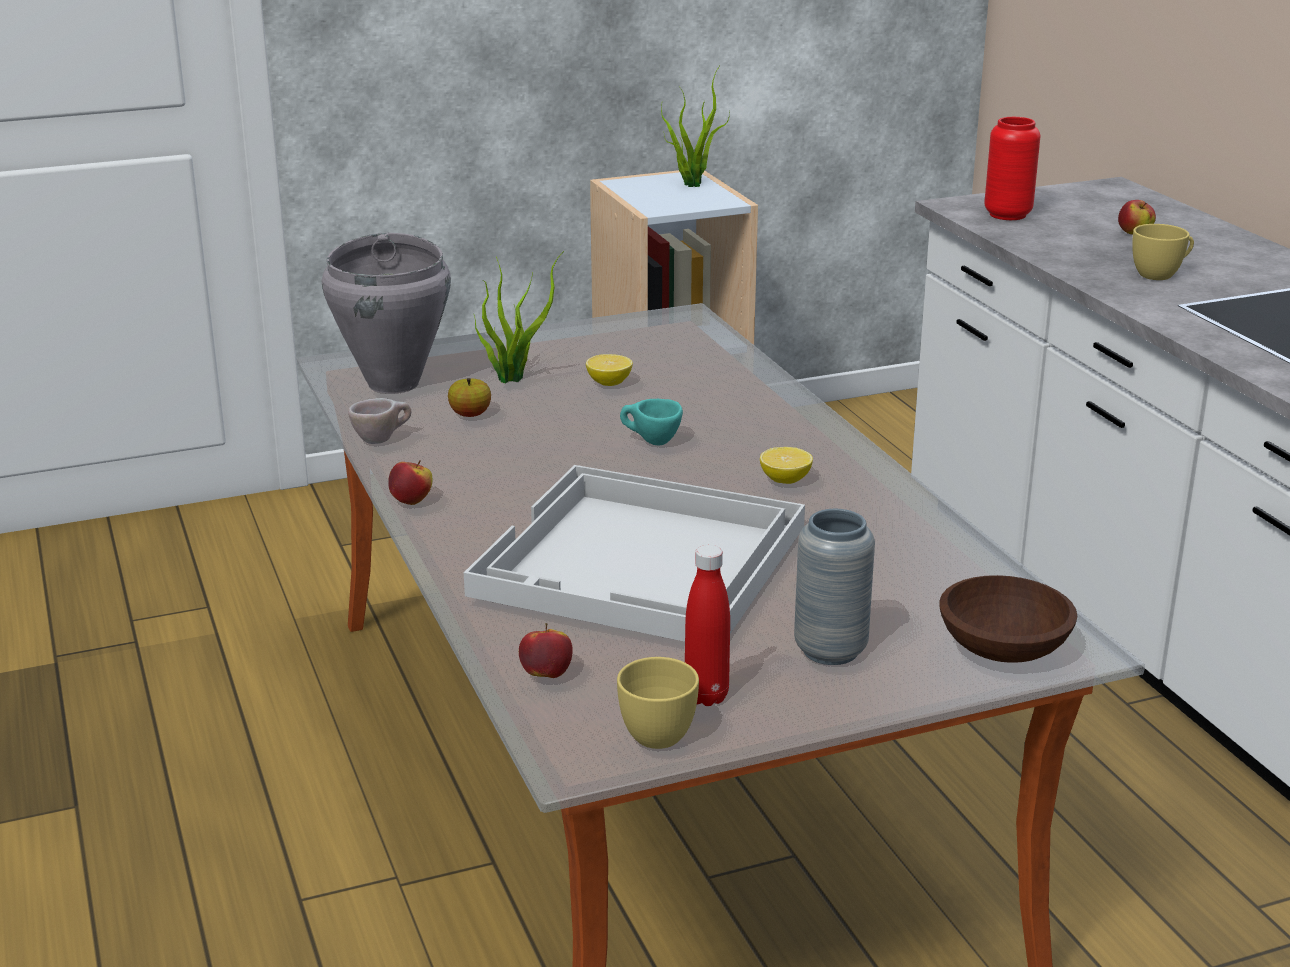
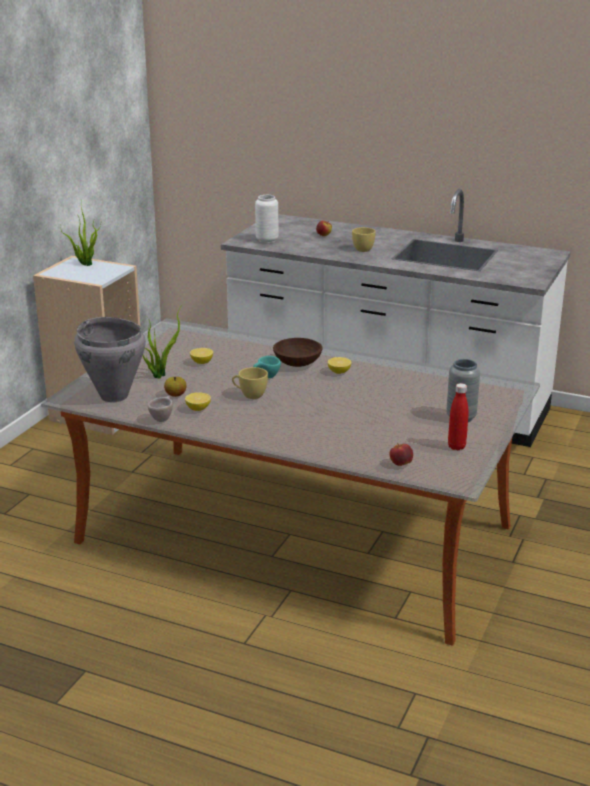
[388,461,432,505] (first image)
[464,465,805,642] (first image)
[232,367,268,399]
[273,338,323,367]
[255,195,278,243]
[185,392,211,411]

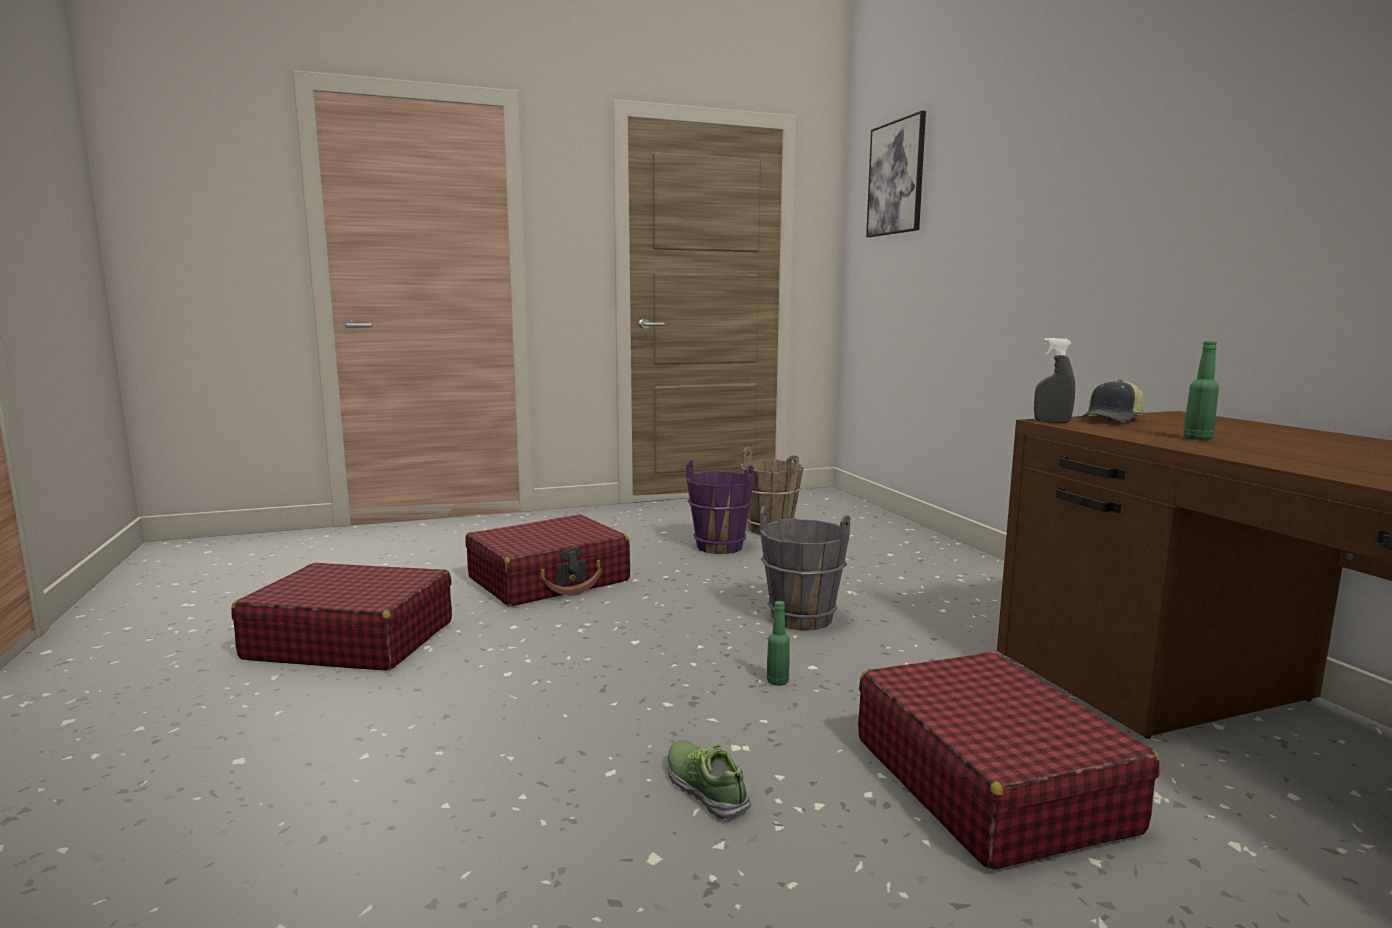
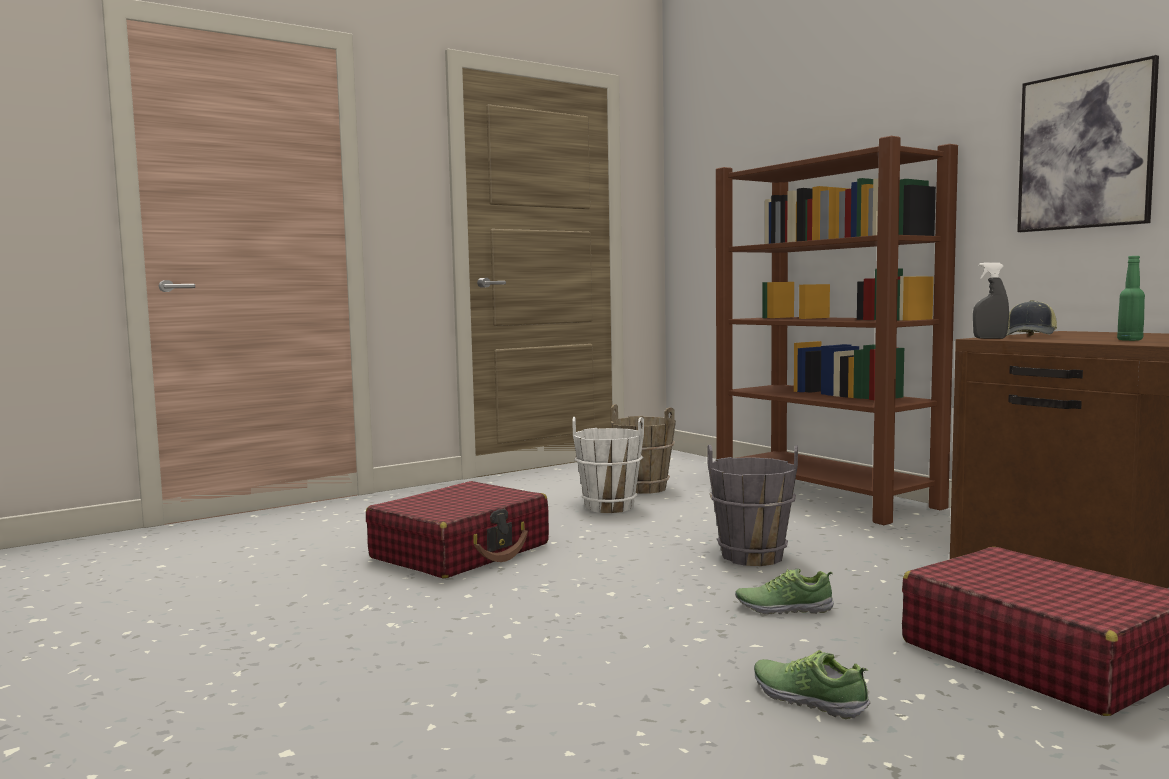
[231,563,452,671] (first image)
[572,417,644,513]
[735,569,834,614]
[1017,55,1159,232]
[716,136,958,525]

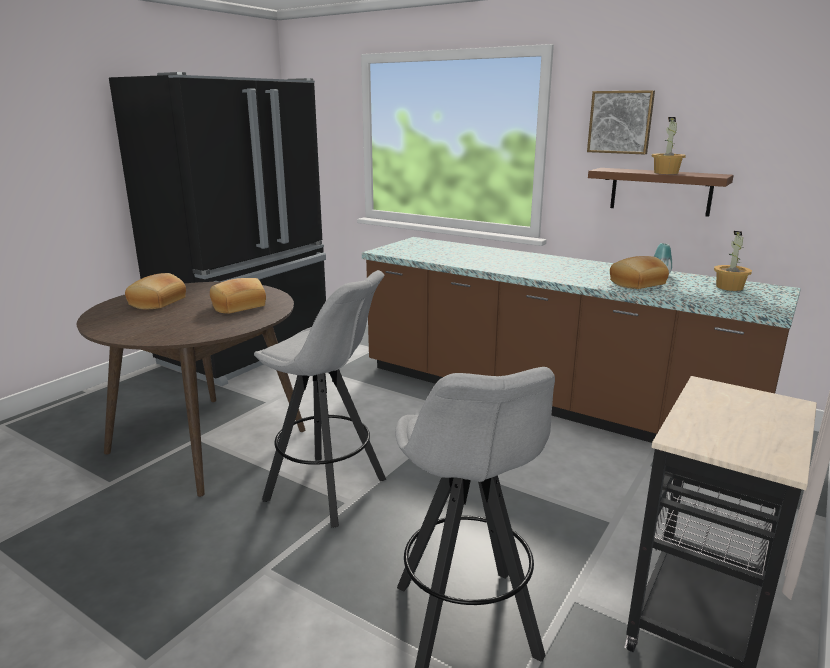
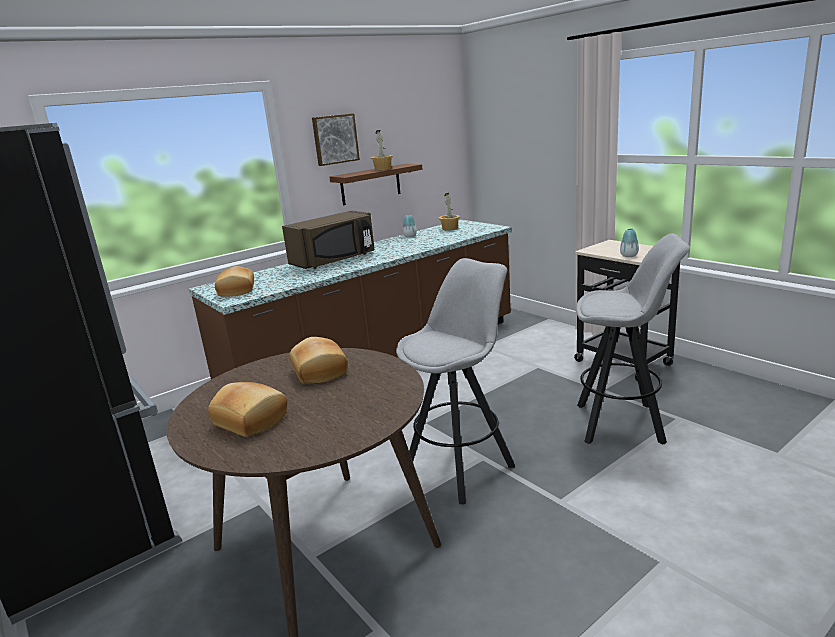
[215,266,254,297]
[282,211,375,269]
[620,228,639,257]

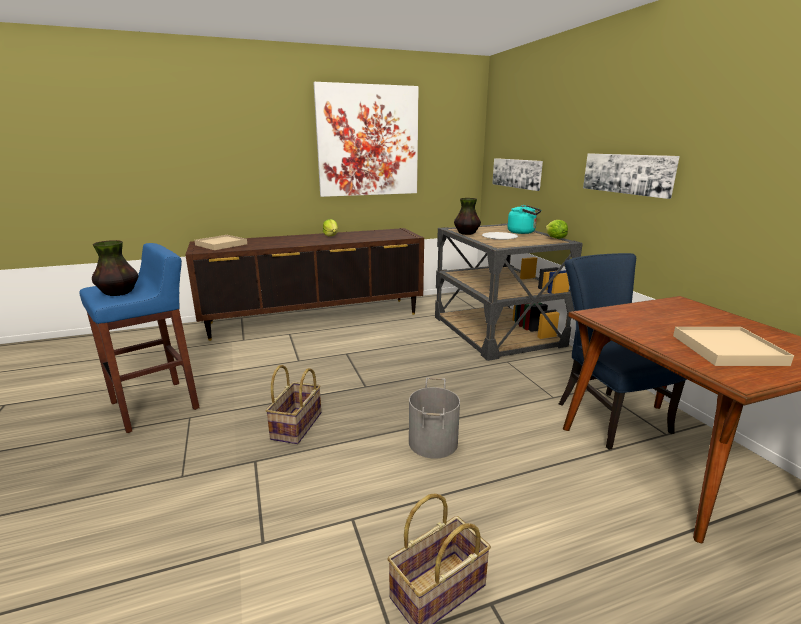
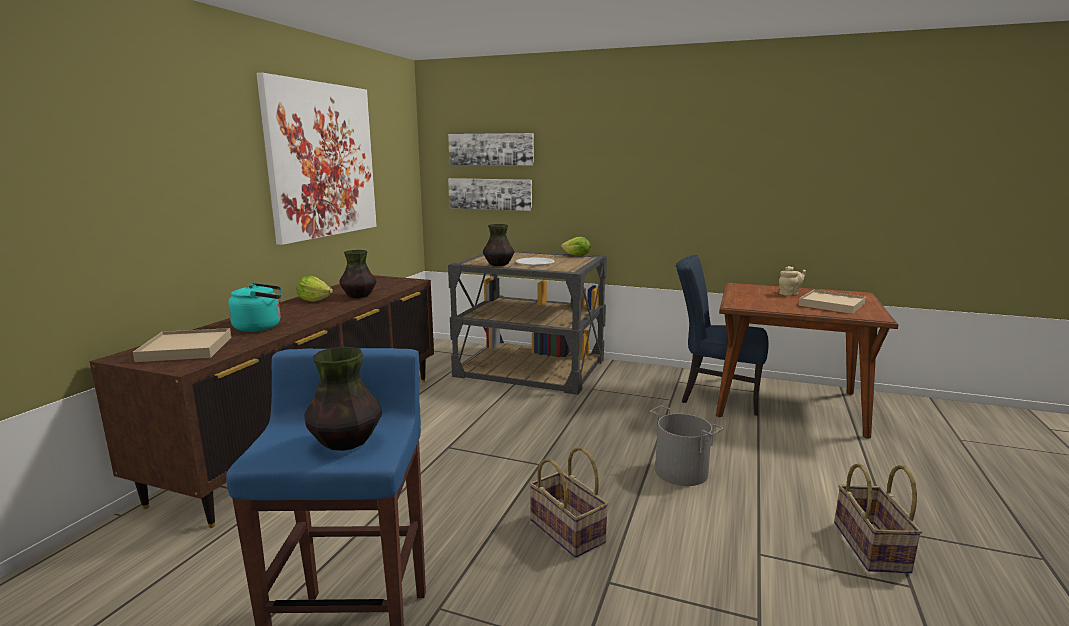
[228,283,281,332]
[448,133,534,165]
[339,250,377,298]
[779,266,806,296]

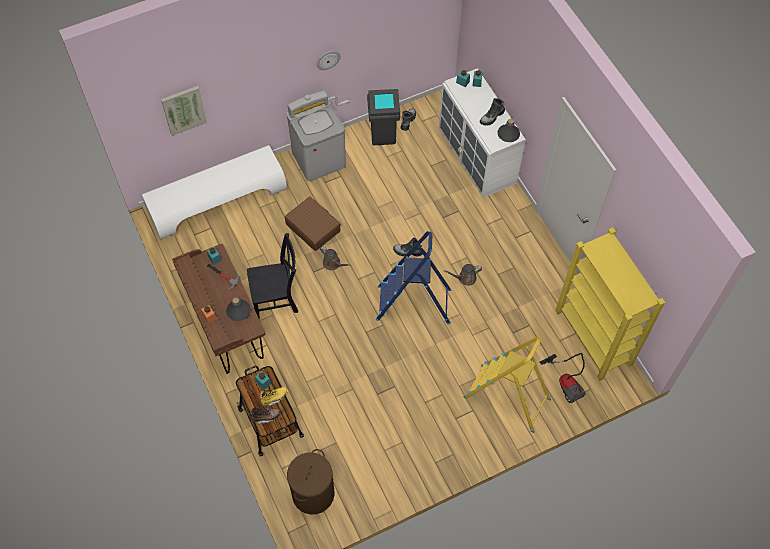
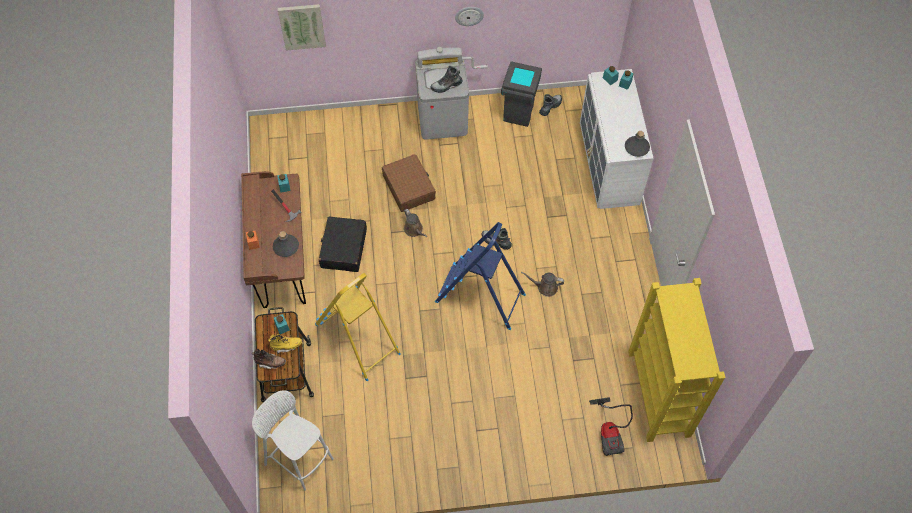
[142,145,287,239] (first image)
[319,216,367,272]
[252,390,334,491]
[315,273,401,381]
[431,66,463,93]

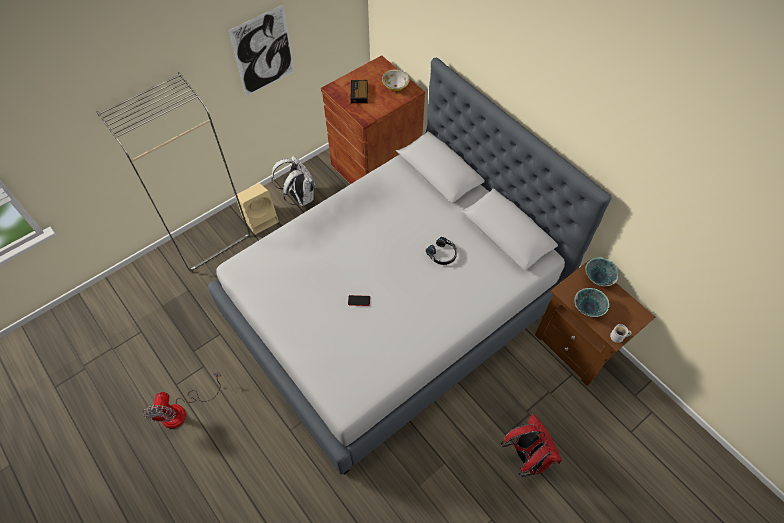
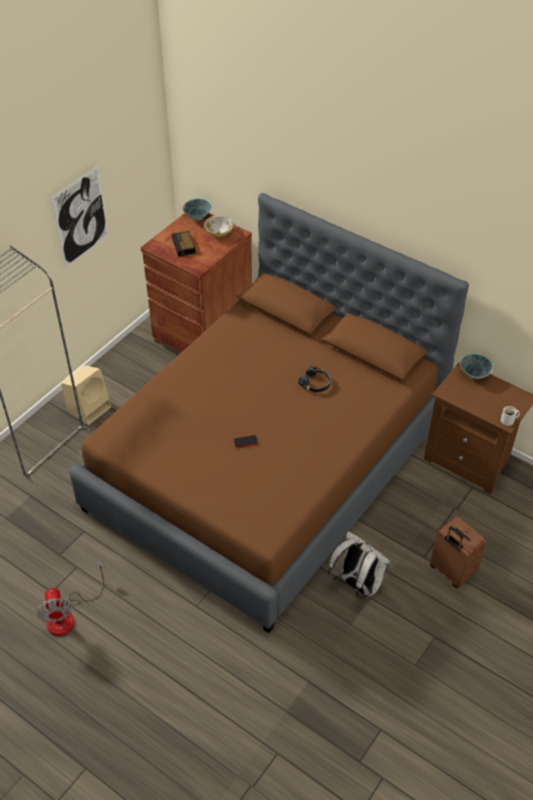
[69,193,469,633]
[328,531,391,599]
[430,516,486,588]
[182,198,212,220]

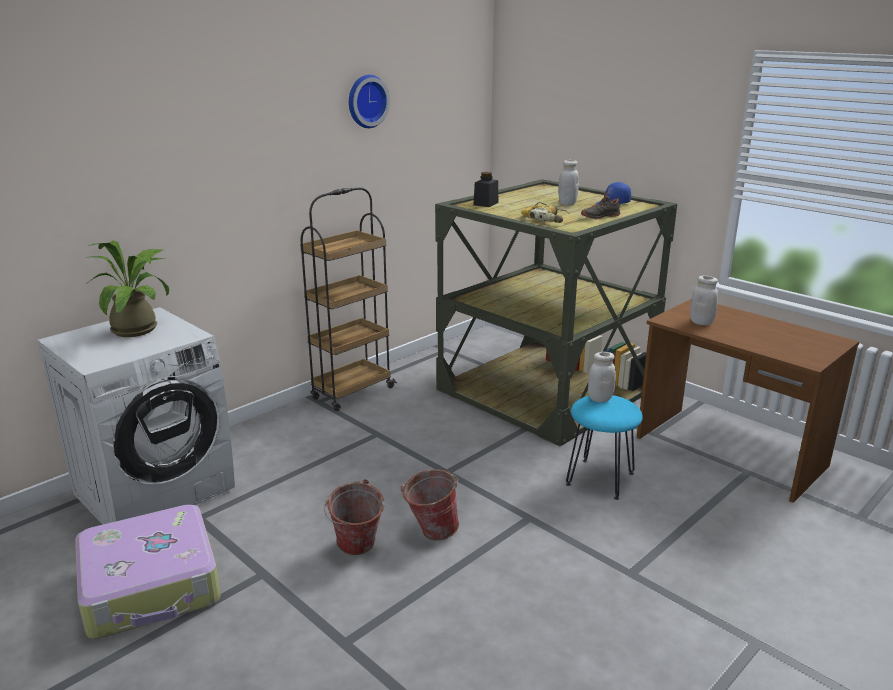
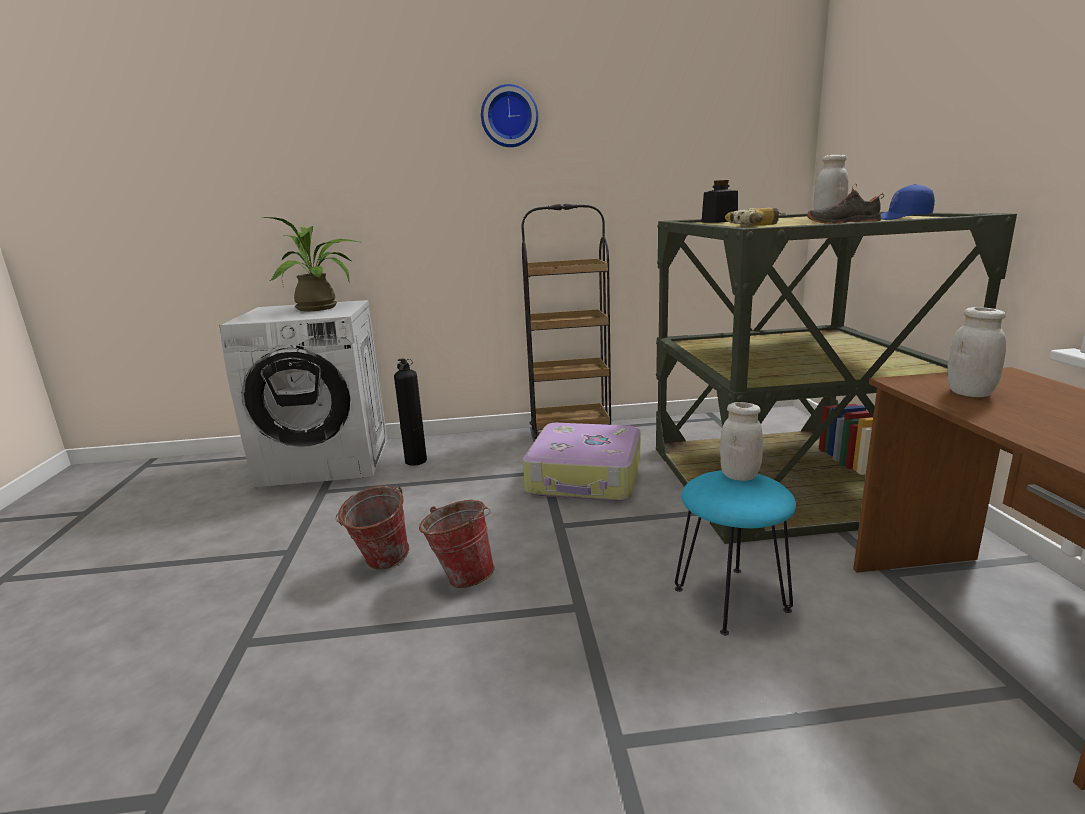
[523,423,641,501]
[481,84,538,147]
[394,359,427,466]

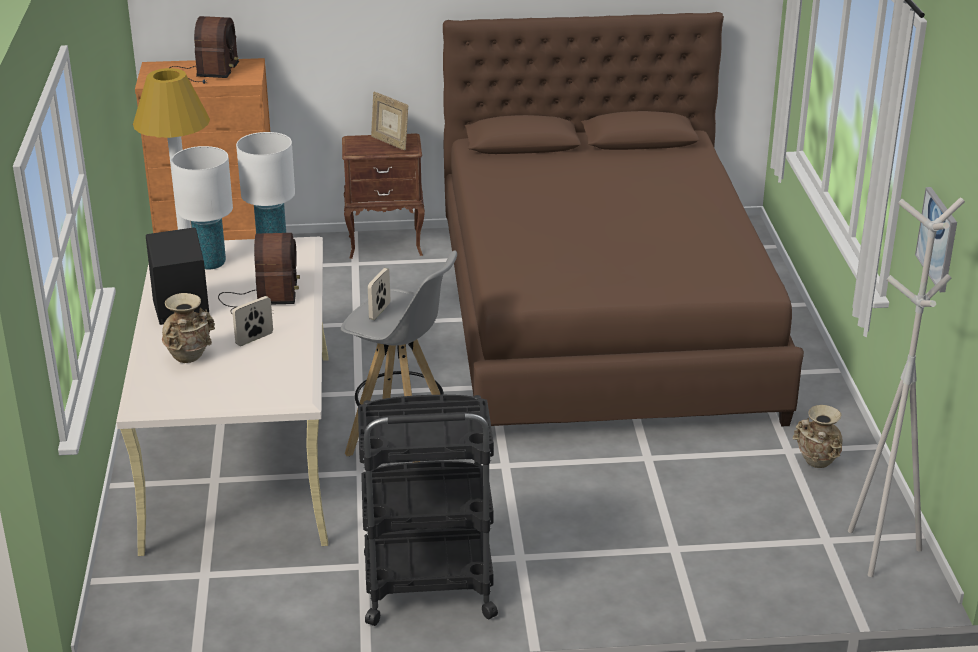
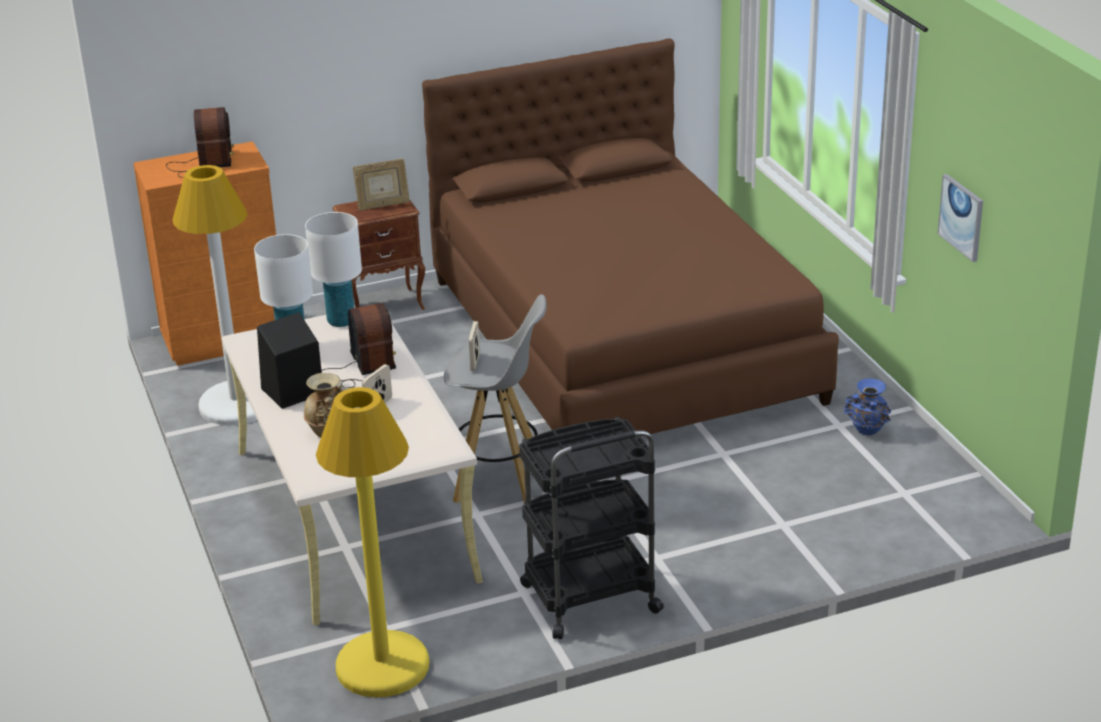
[353,158,410,210]
[844,378,891,435]
[848,198,965,577] (first image)
[316,387,429,697]

